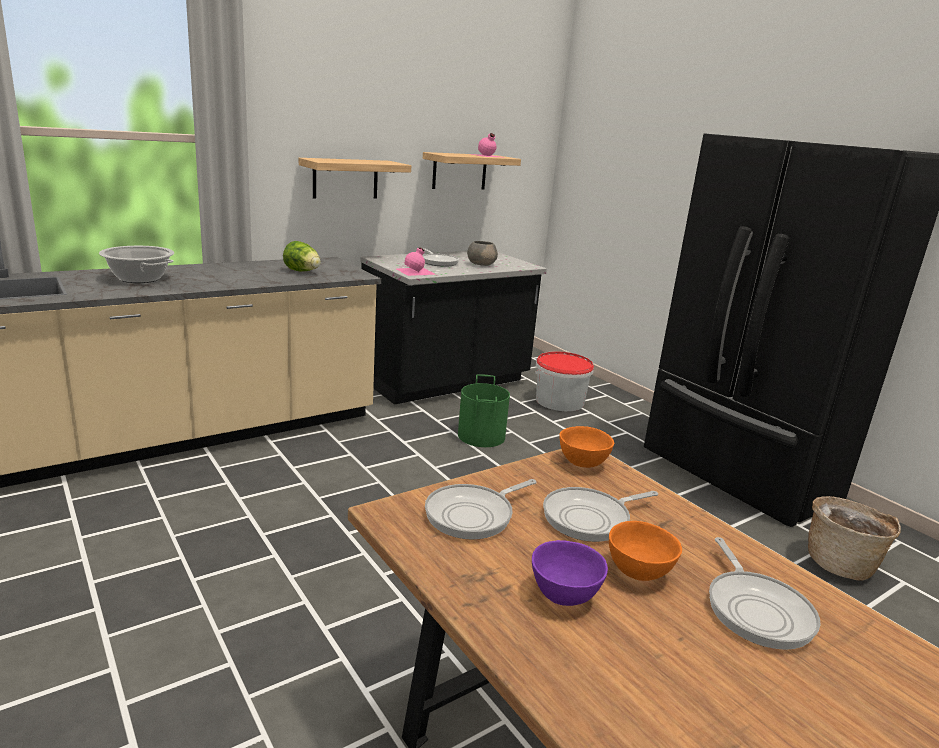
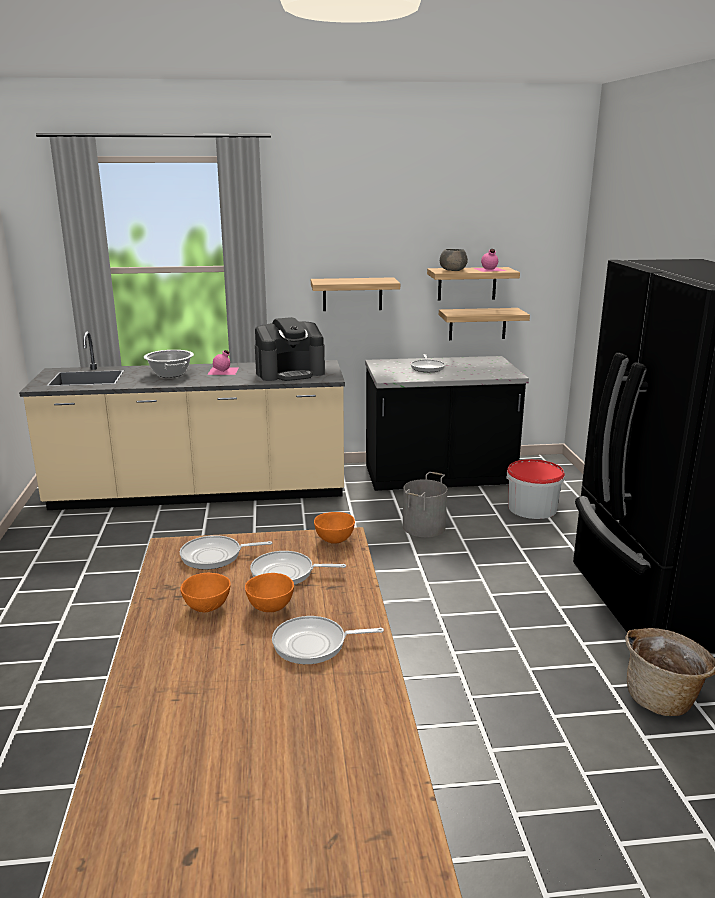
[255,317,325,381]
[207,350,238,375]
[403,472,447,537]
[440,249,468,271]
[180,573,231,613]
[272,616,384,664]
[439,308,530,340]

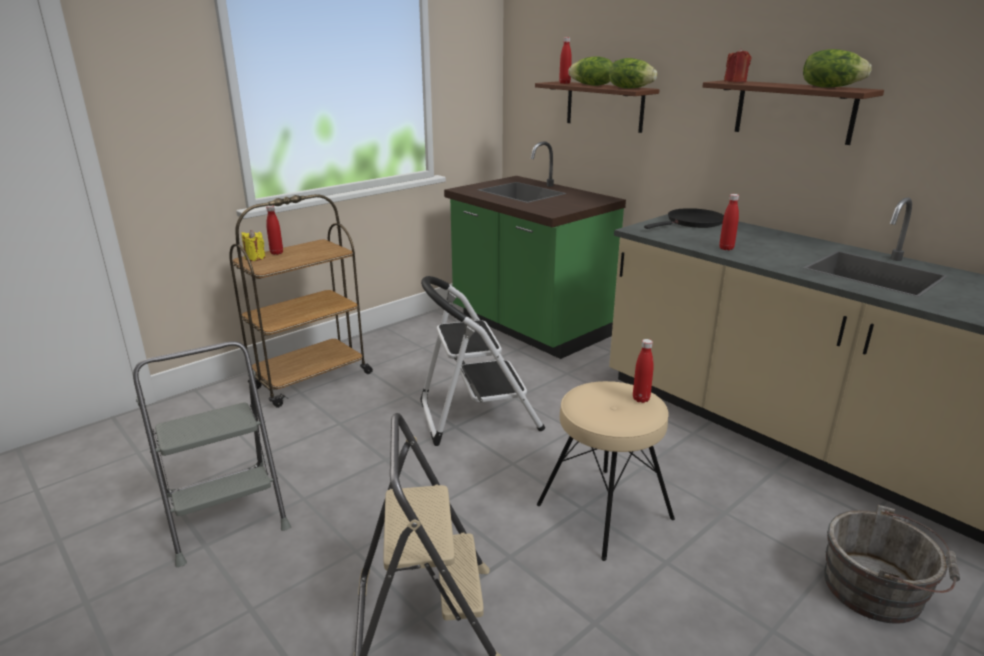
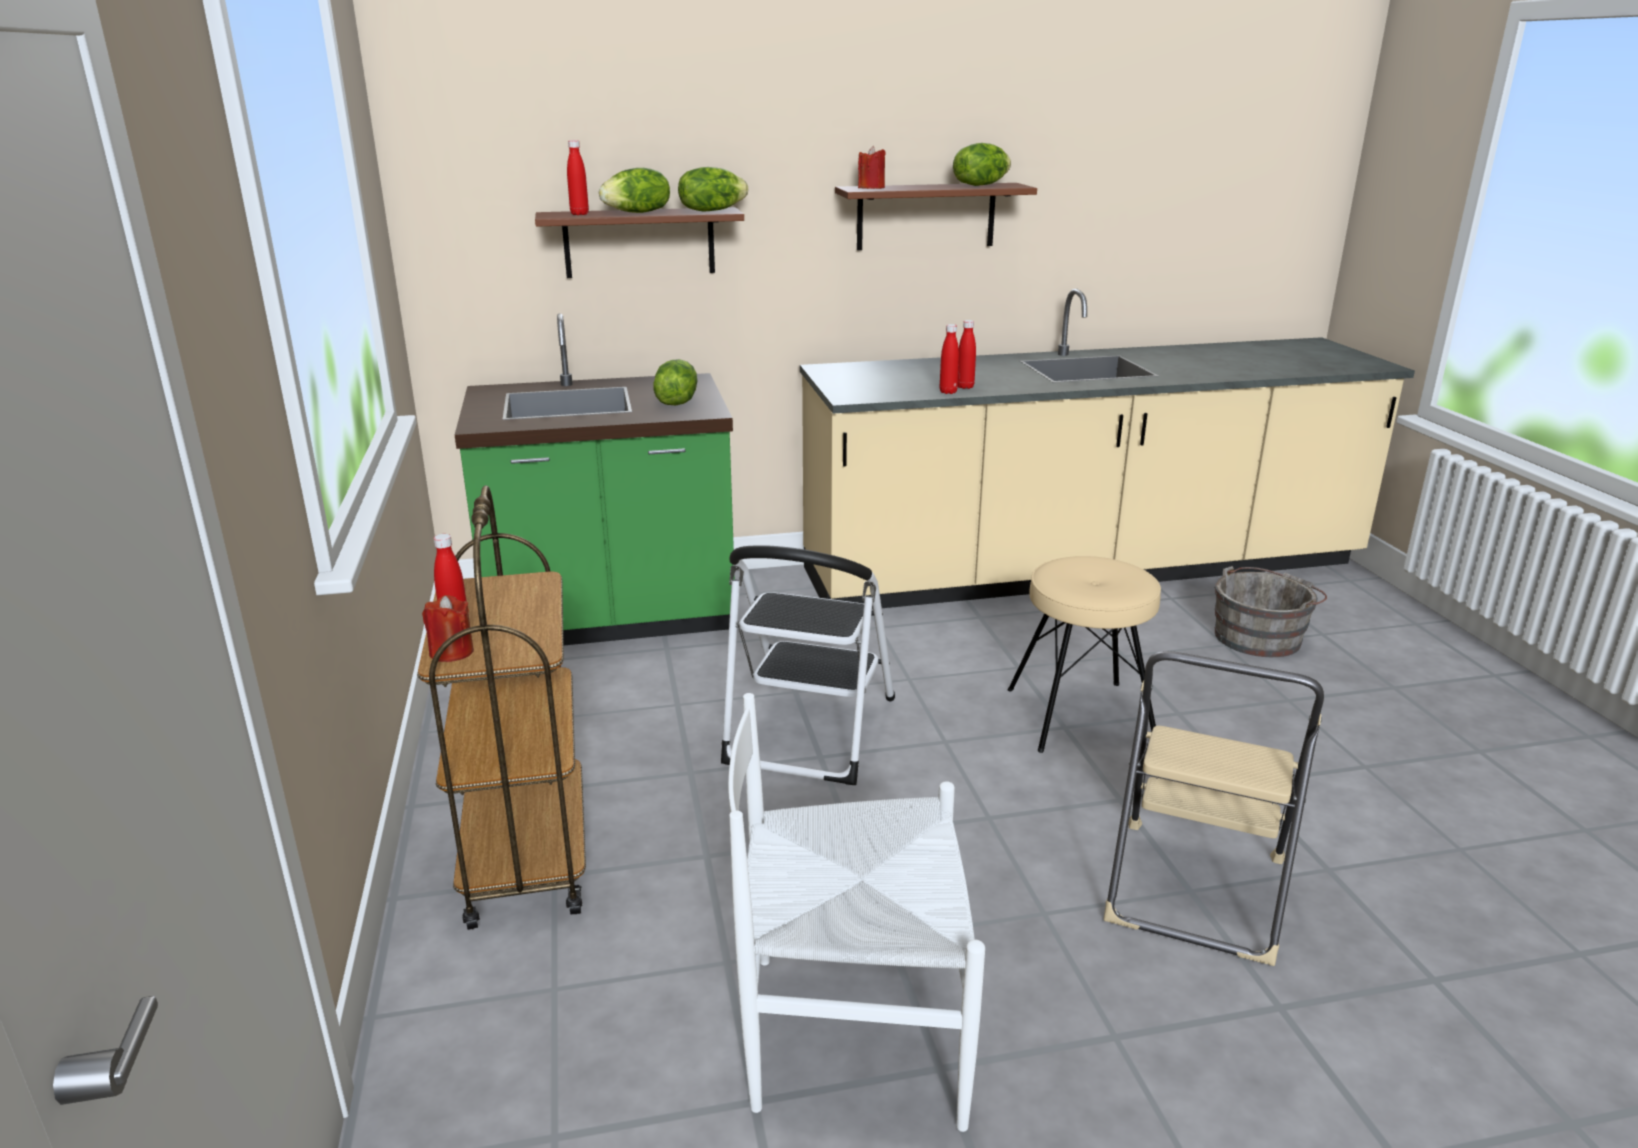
[728,693,985,1132]
[422,595,474,662]
[940,324,959,394]
[644,208,724,229] (first image)
[653,359,697,405]

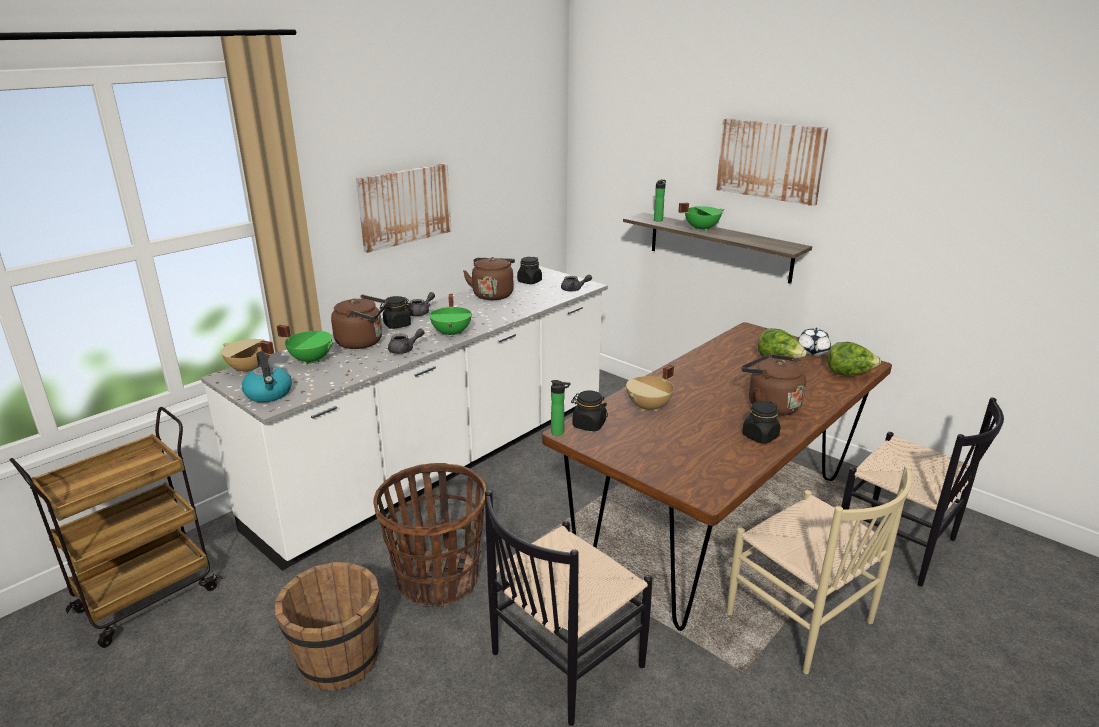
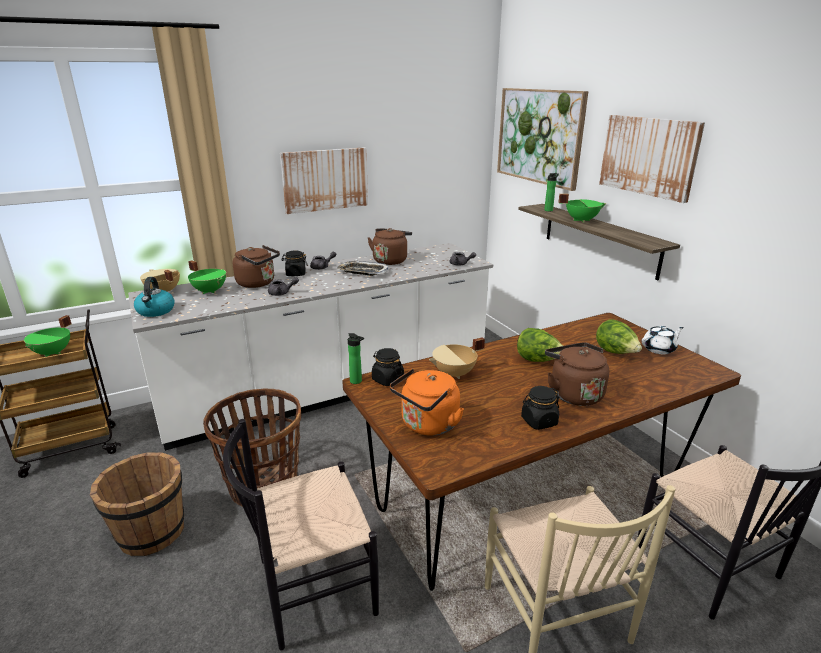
[24,315,72,357]
[517,257,542,284] (first image)
[642,326,684,354]
[517,328,563,362]
[337,261,388,276]
[390,369,464,436]
[497,88,588,191]

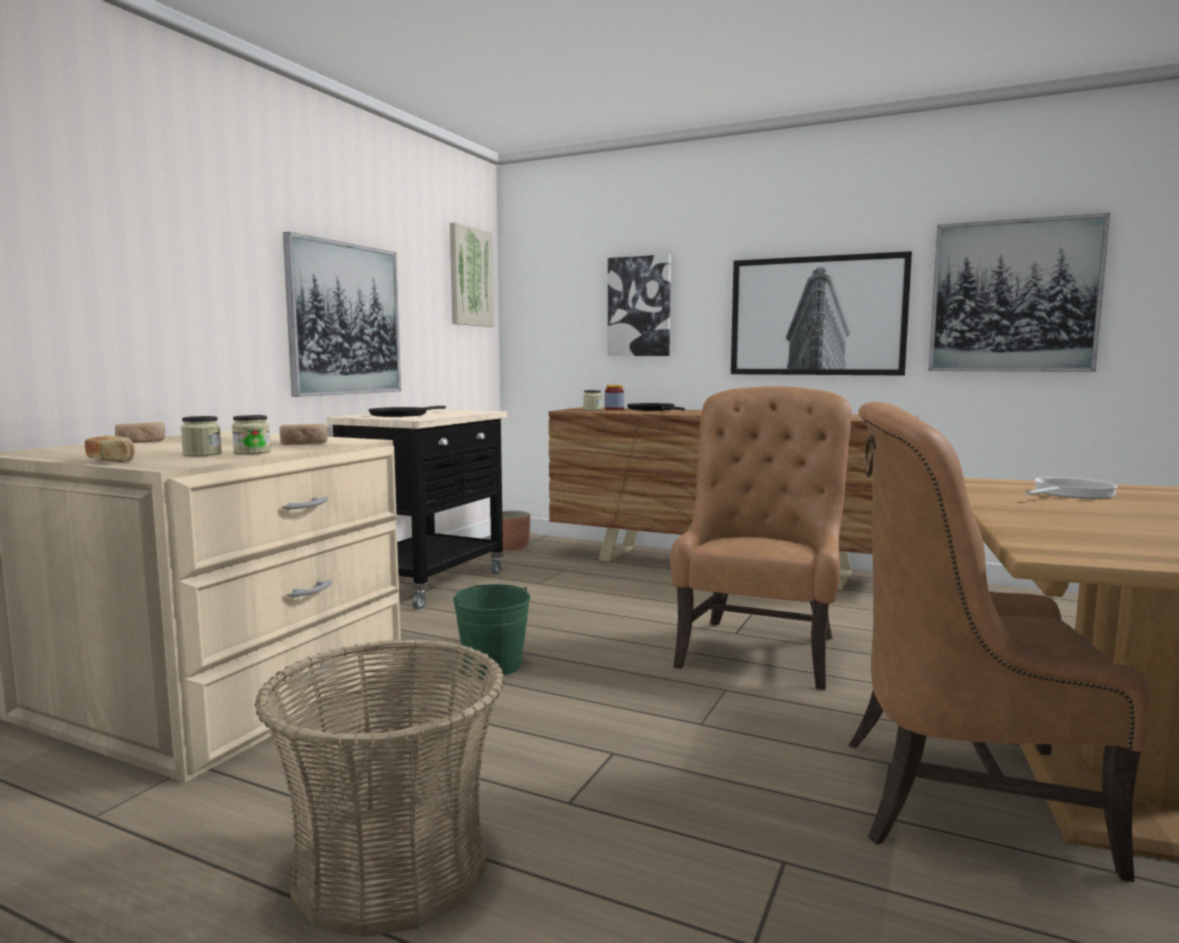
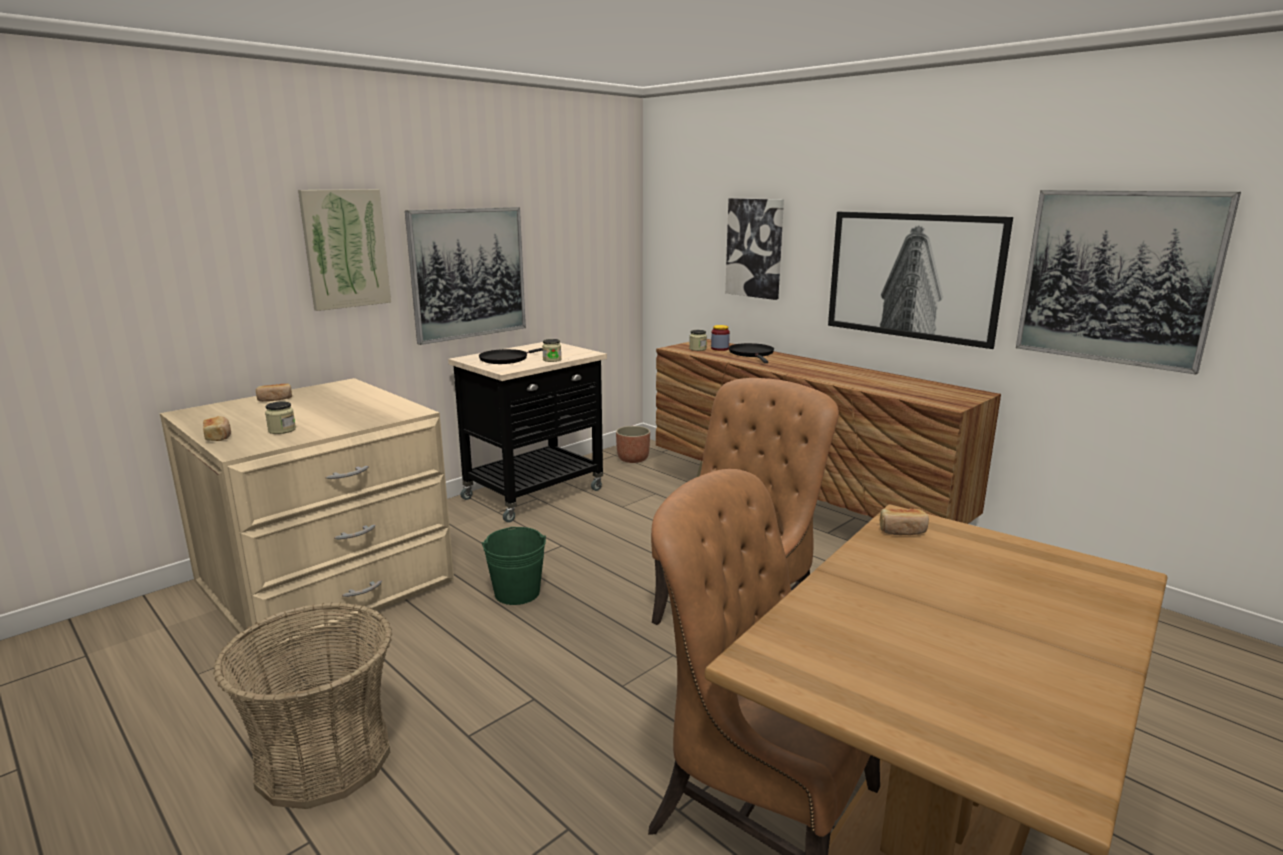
[542,339,561,362]
[880,509,929,535]
[298,189,391,311]
[1026,477,1117,499] (first image)

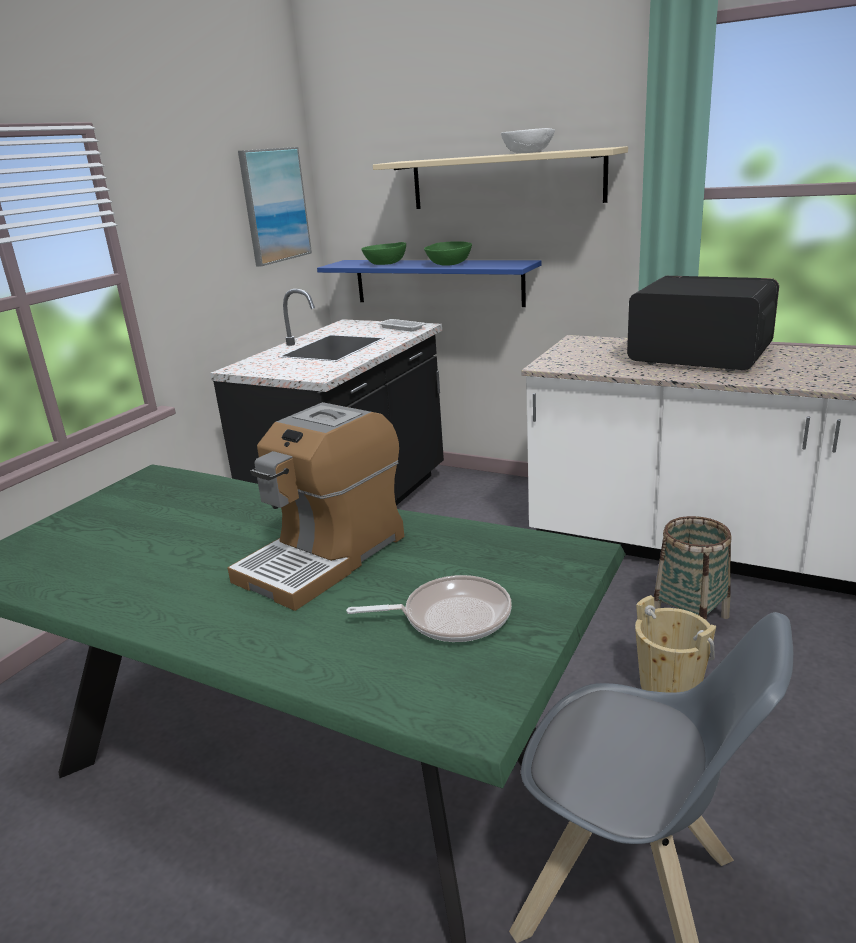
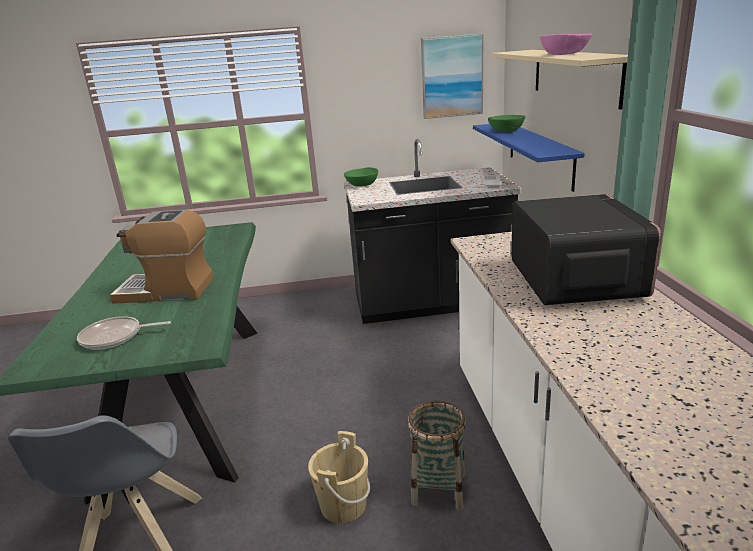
[77,316,171,350]
[344,167,378,187]
[540,34,592,55]

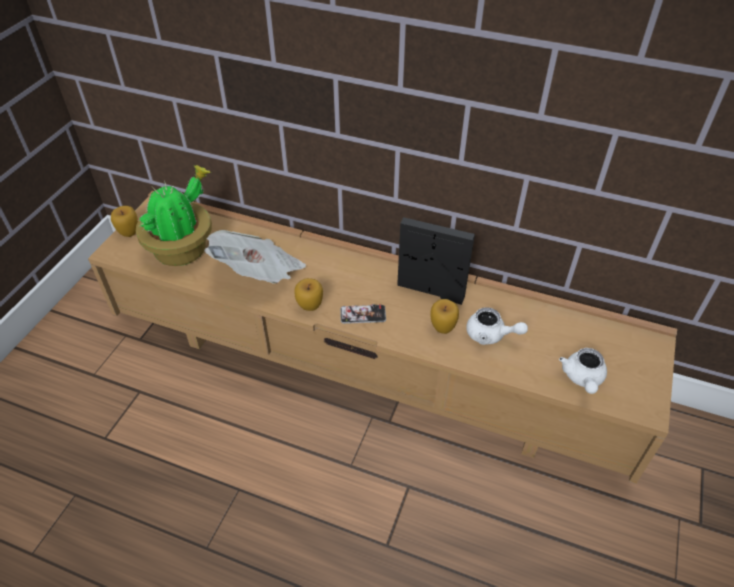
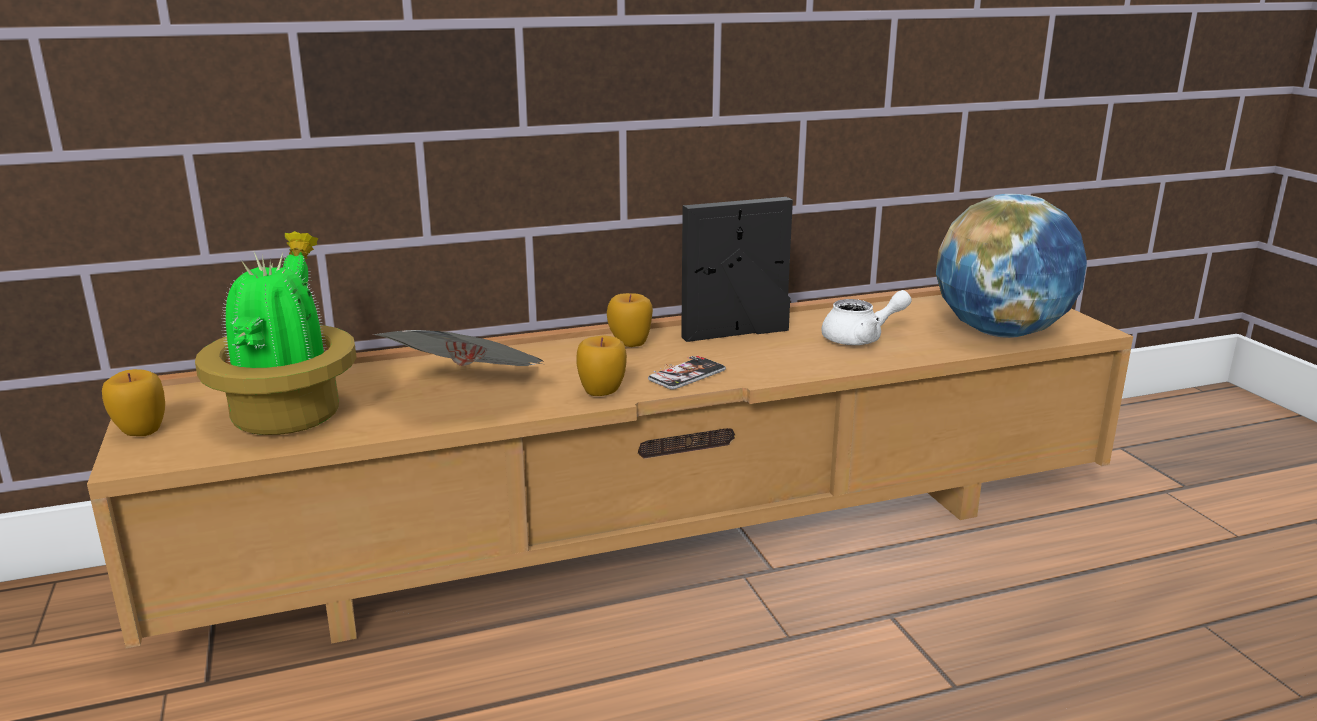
[607,293,653,347]
[936,194,1087,338]

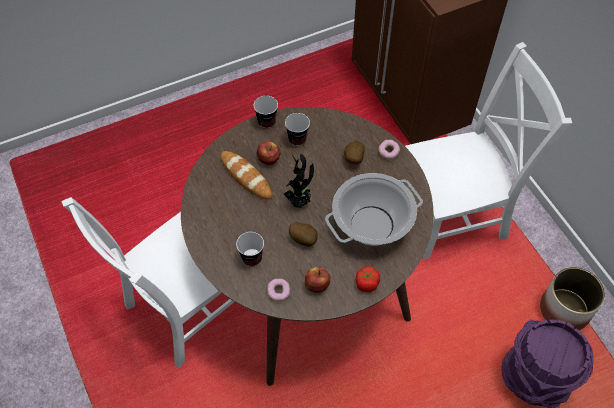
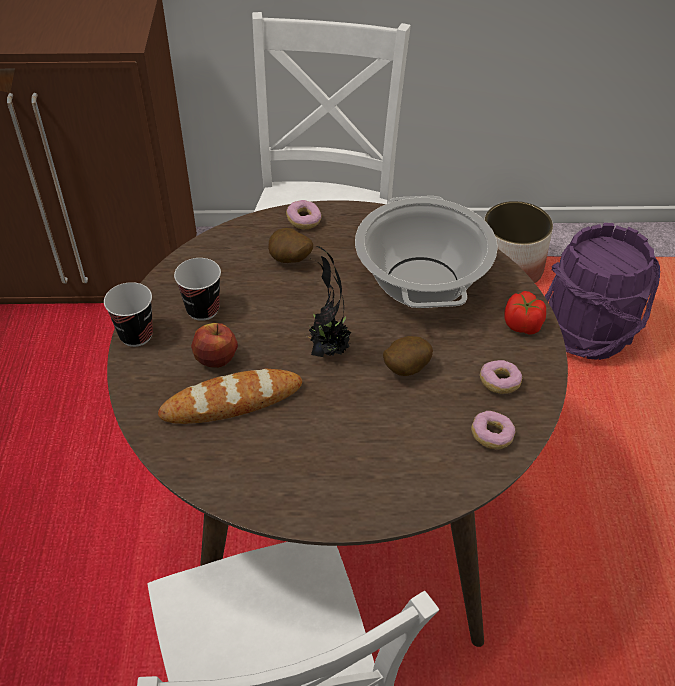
[236,232,264,266] (first image)
[480,360,522,394]

